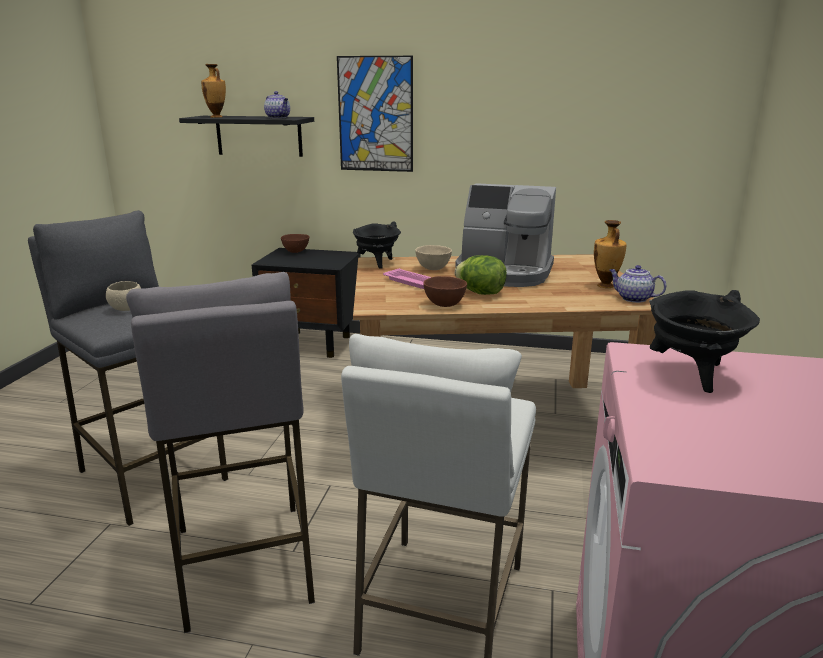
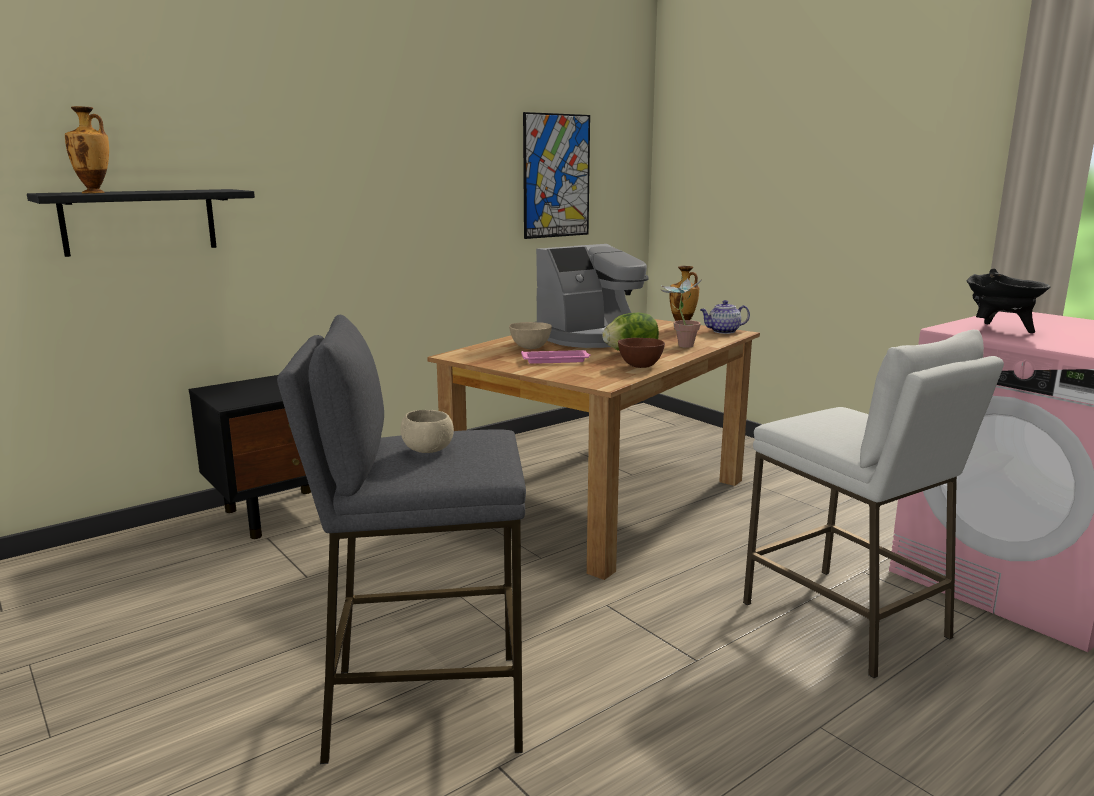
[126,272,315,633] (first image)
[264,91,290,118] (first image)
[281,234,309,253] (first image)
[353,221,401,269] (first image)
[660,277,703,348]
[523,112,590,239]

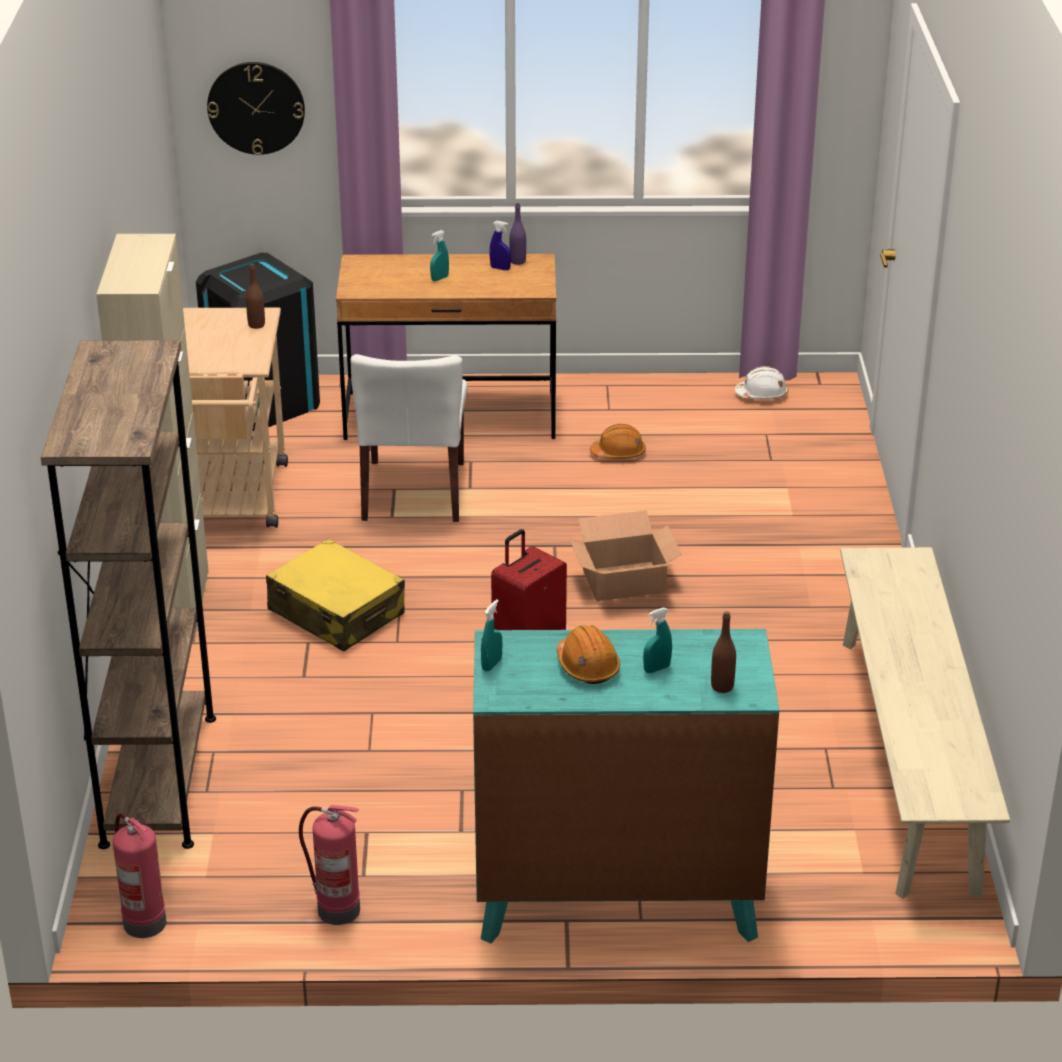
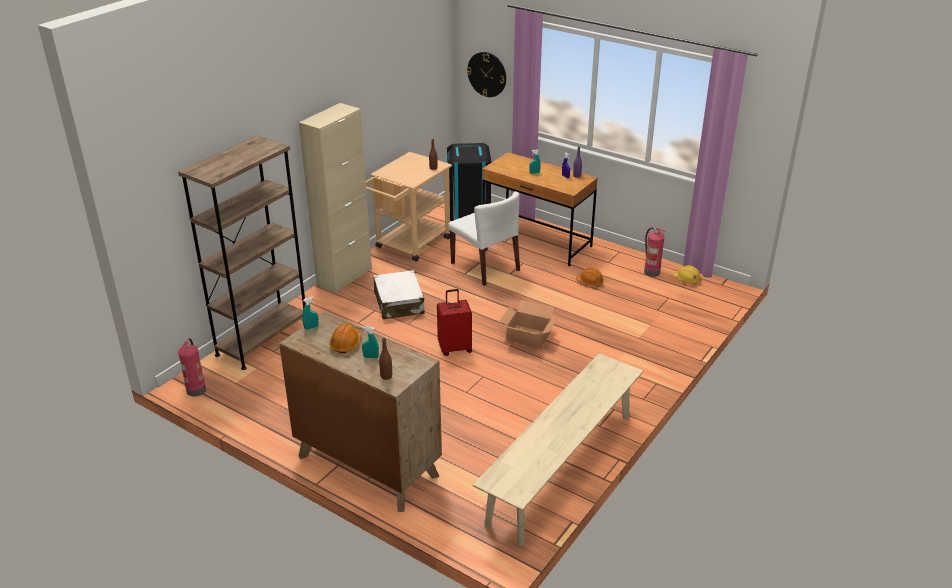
[644,227,665,277]
[373,270,424,319]
[279,312,442,512]
[673,265,702,284]
[448,191,520,286]

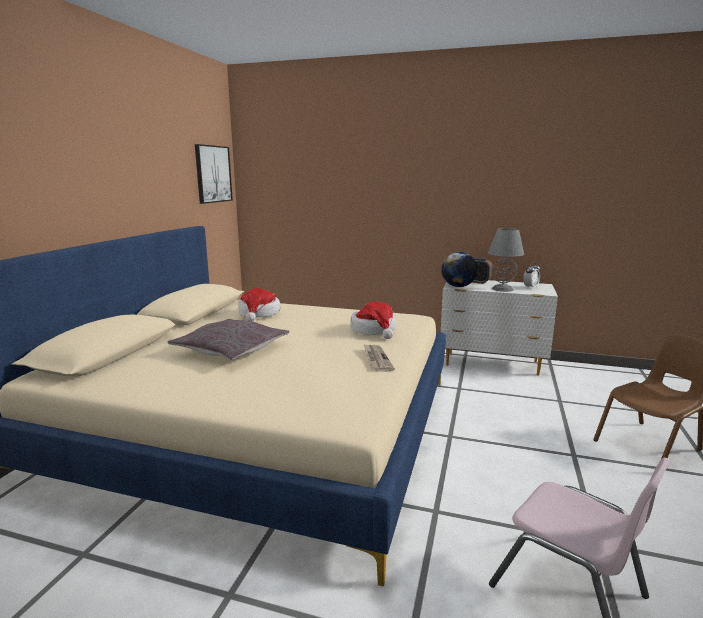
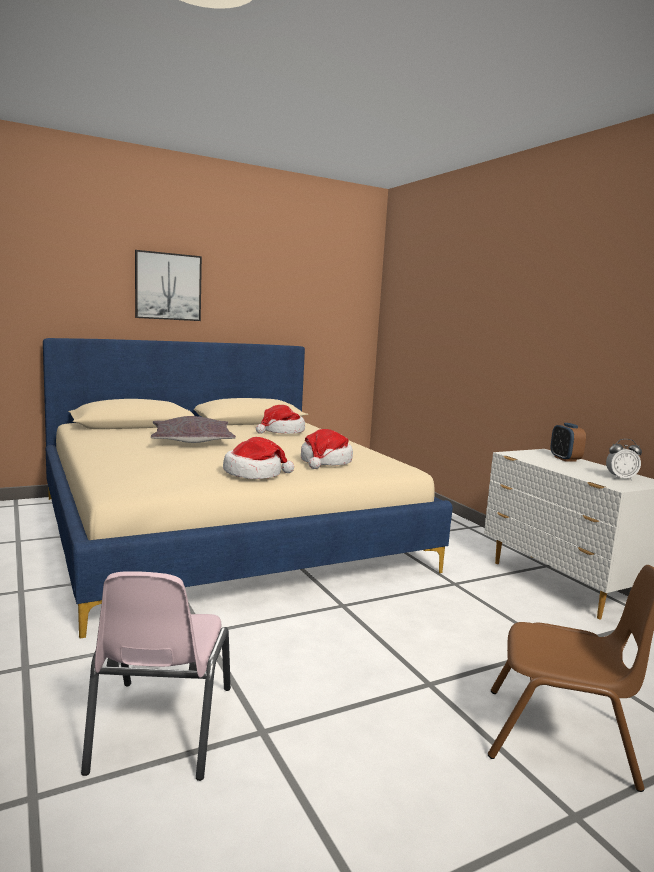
[442,252,478,287] (first image)
[488,228,524,292] (first image)
[135,250,202,321]
[223,437,294,479]

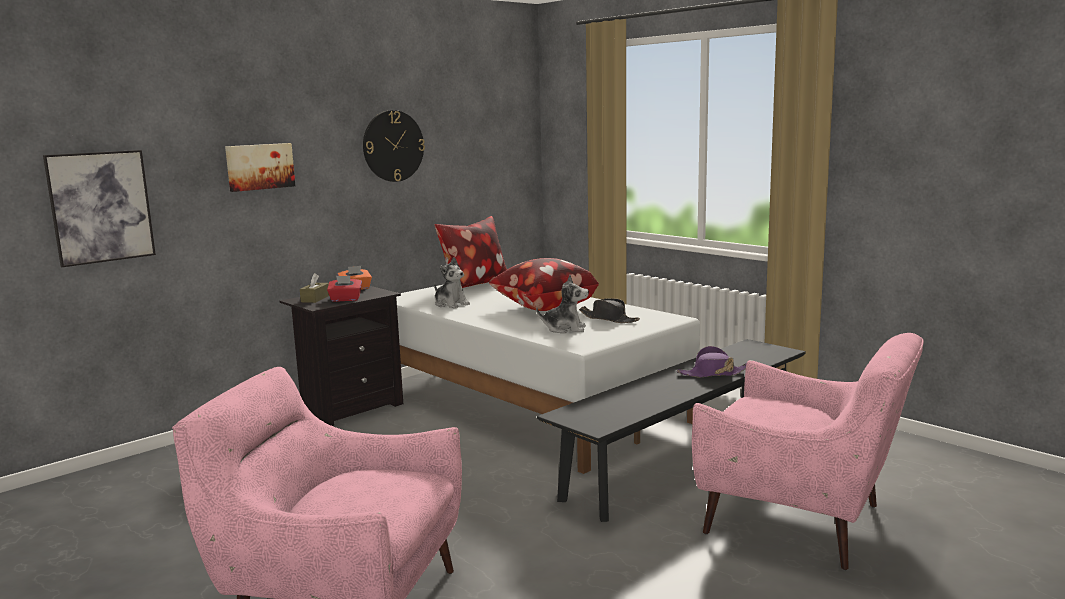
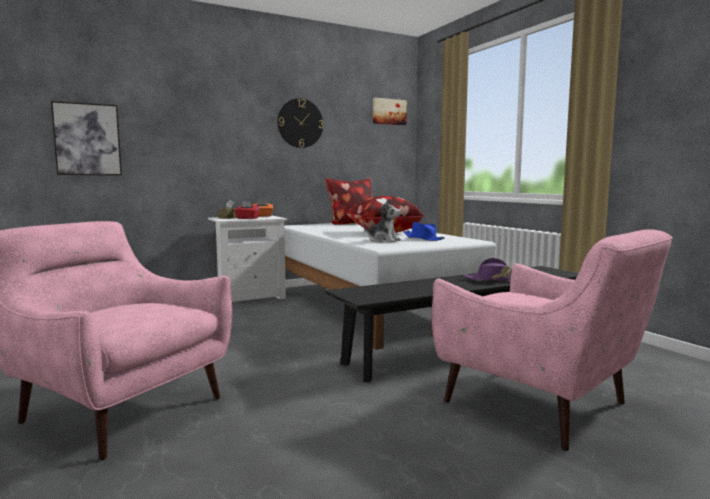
[434,257,470,308] (first image)
[373,98,407,125]
[208,216,287,302]
[404,222,445,241]

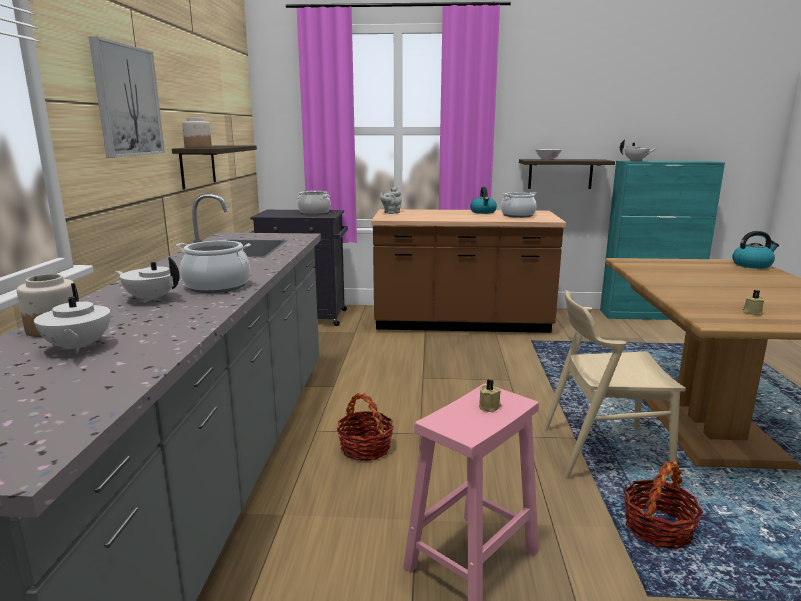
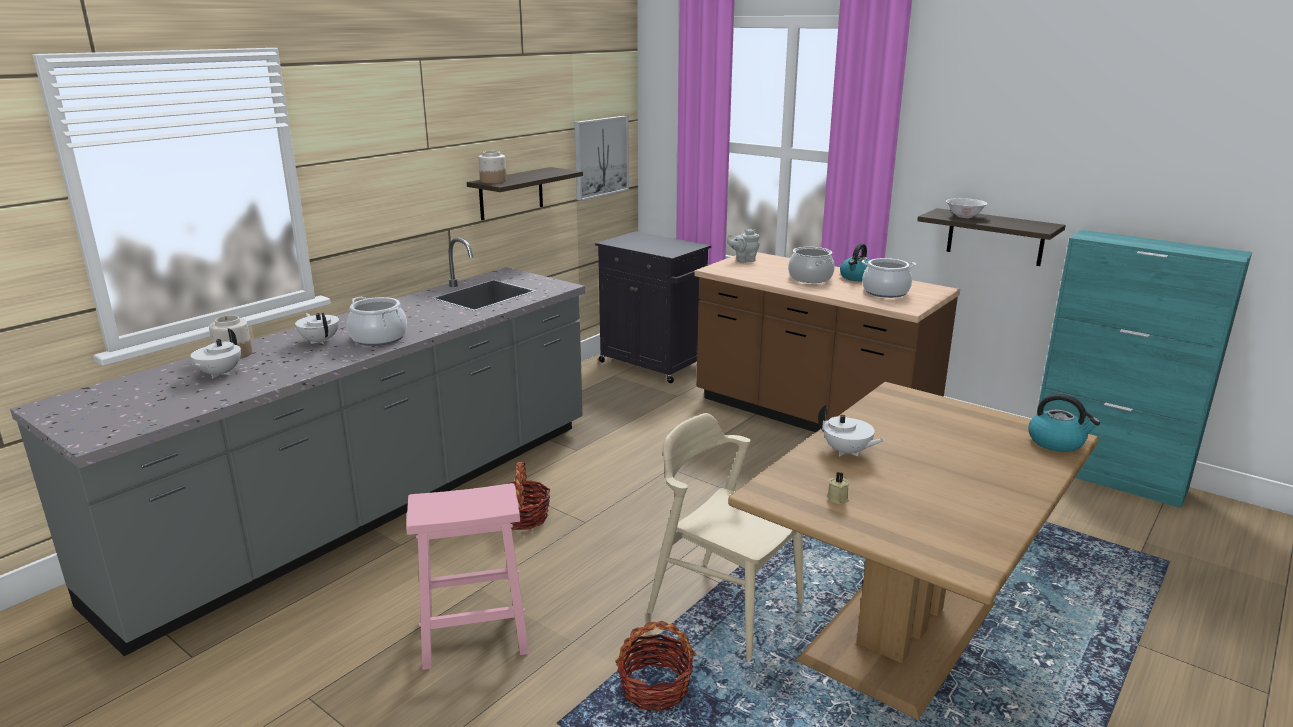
[479,380,501,412] (first image)
[574,116,629,201]
[788,247,835,283]
[818,404,885,457]

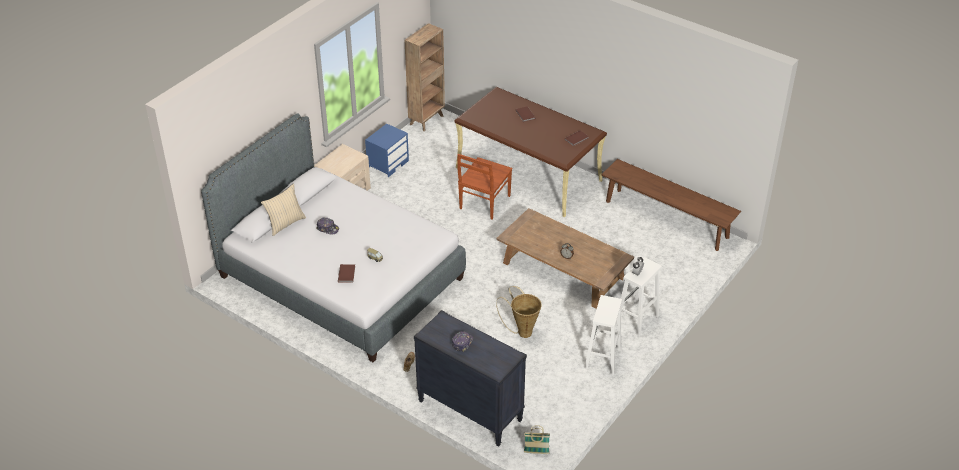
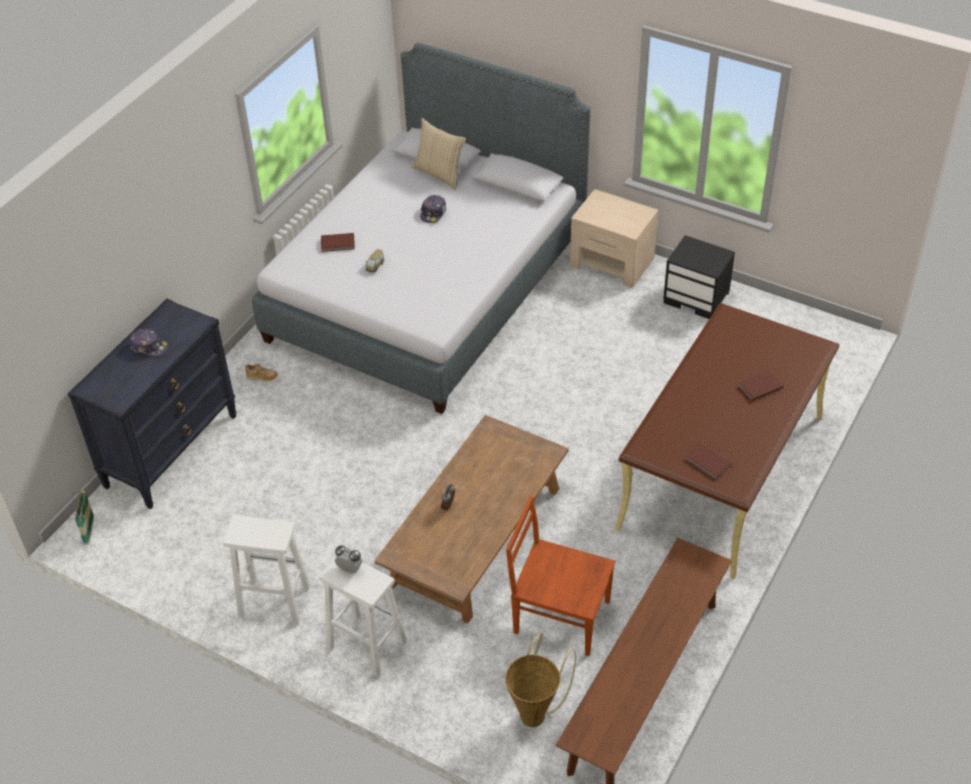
[404,23,445,131] (first image)
[506,496,615,656]
[505,633,576,727]
[663,235,735,319]

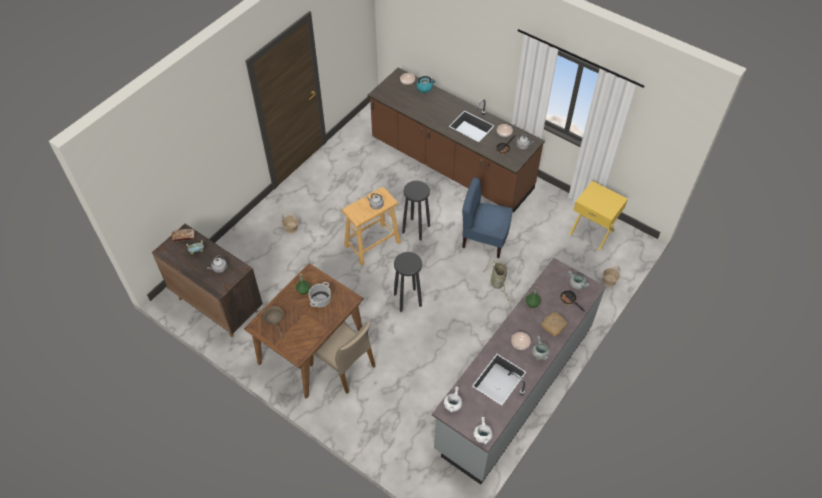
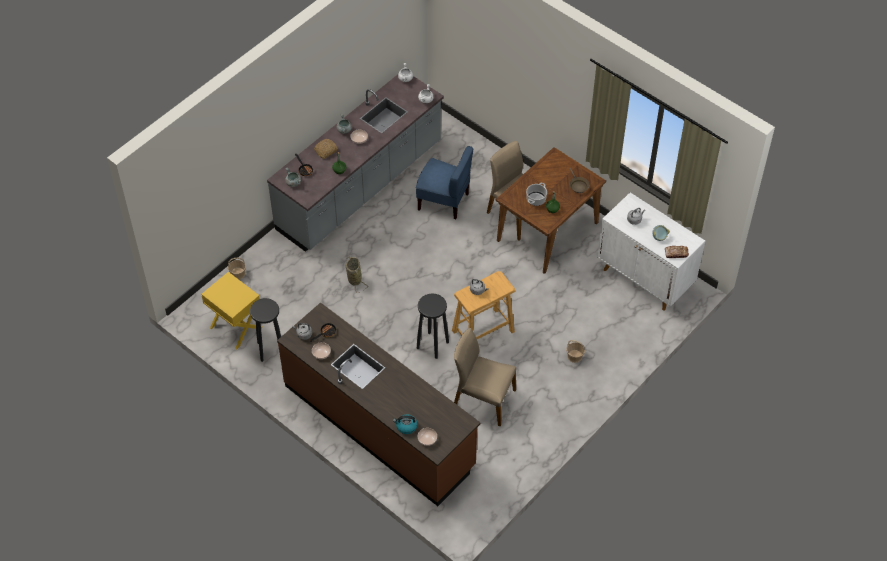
[454,328,516,426]
[250,298,281,362]
[416,146,473,219]
[597,193,705,311]

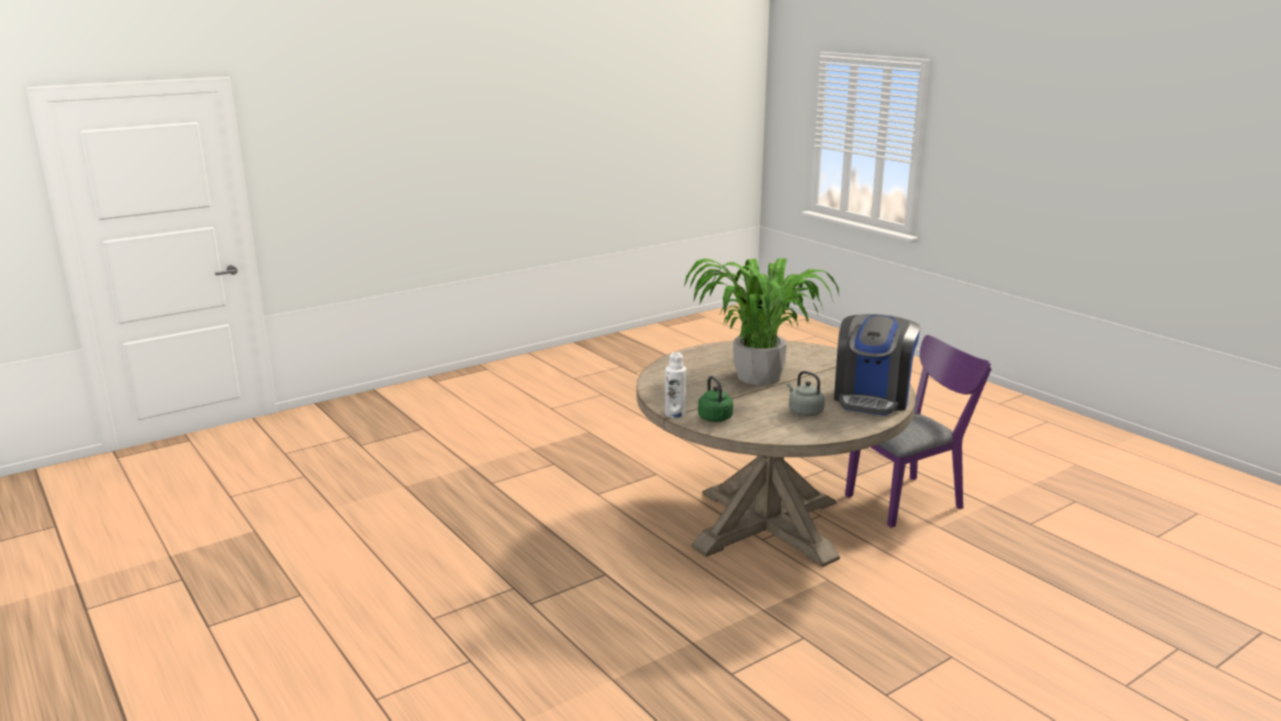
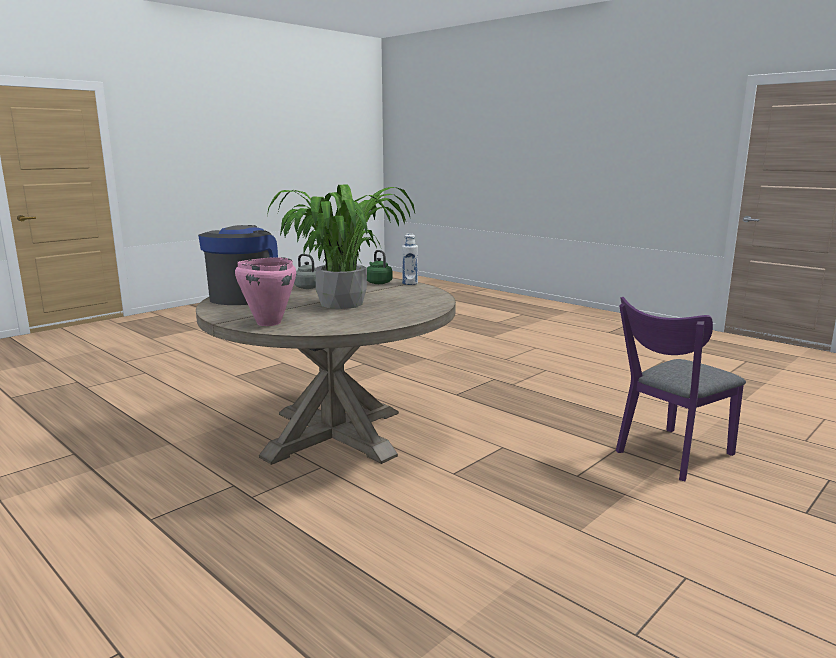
[235,257,296,326]
[616,297,746,481]

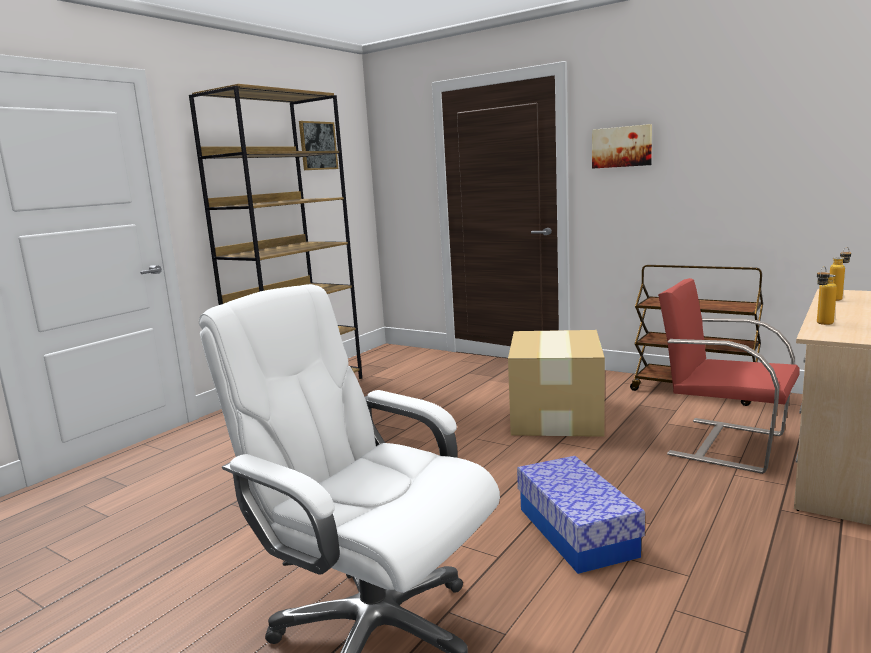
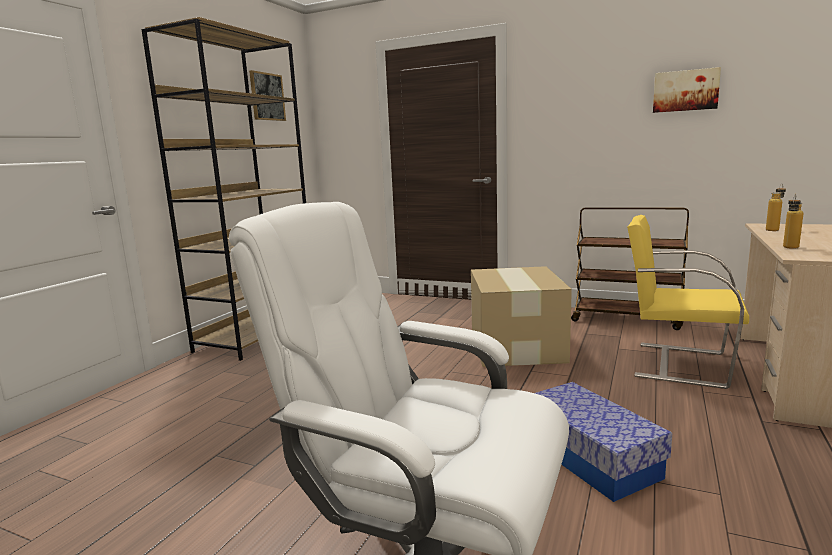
[653,67,721,113]
[627,215,749,389]

